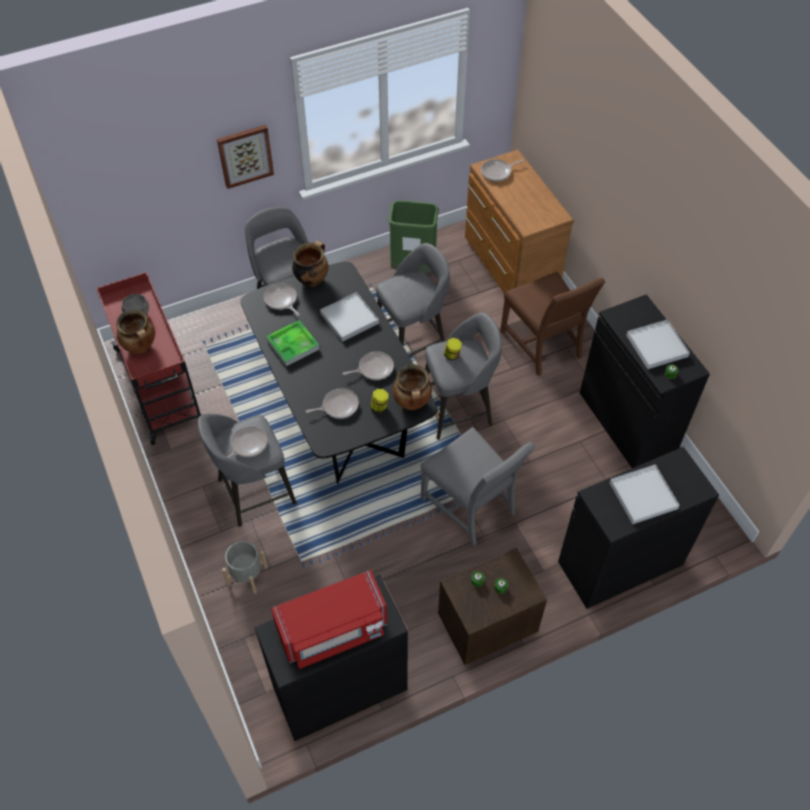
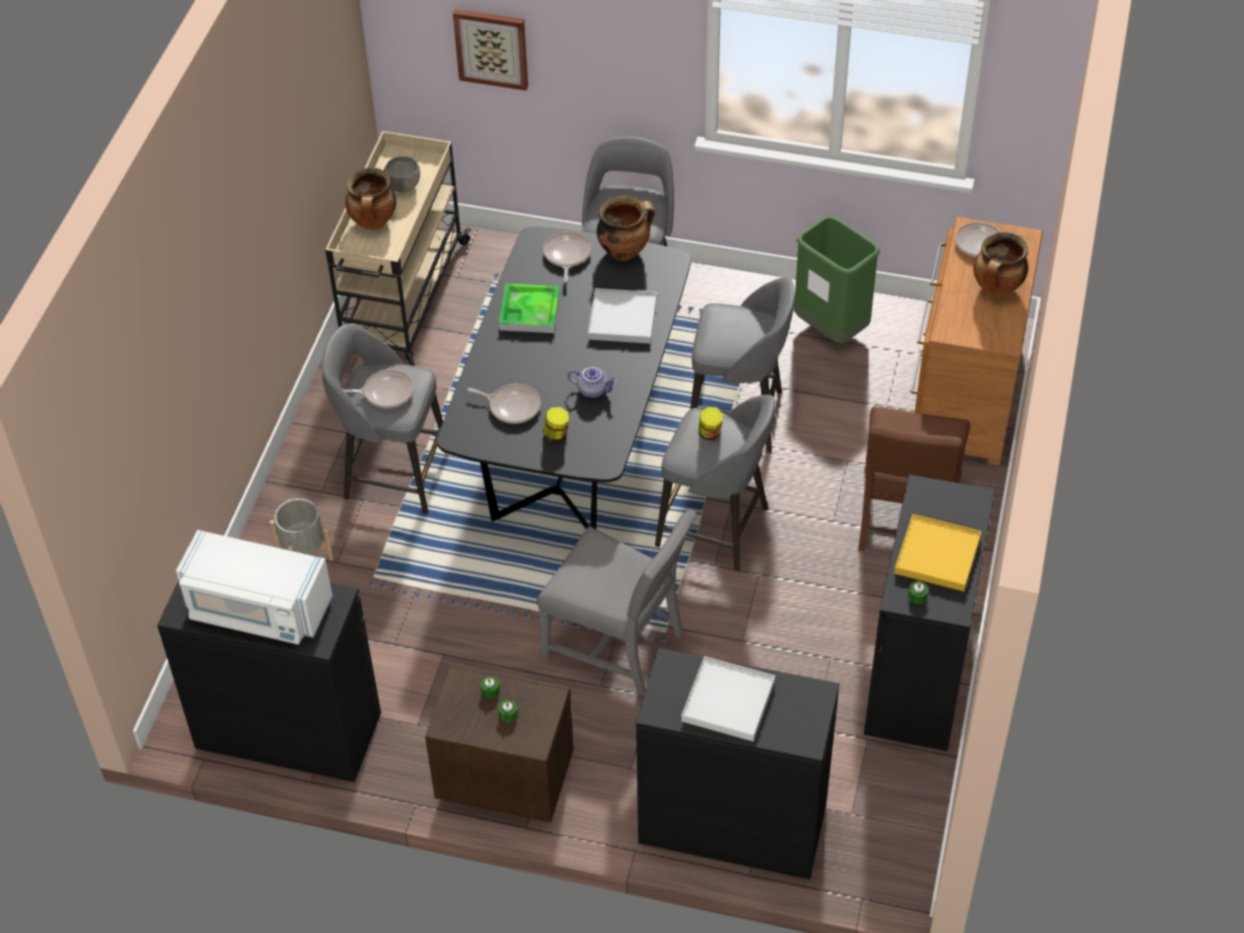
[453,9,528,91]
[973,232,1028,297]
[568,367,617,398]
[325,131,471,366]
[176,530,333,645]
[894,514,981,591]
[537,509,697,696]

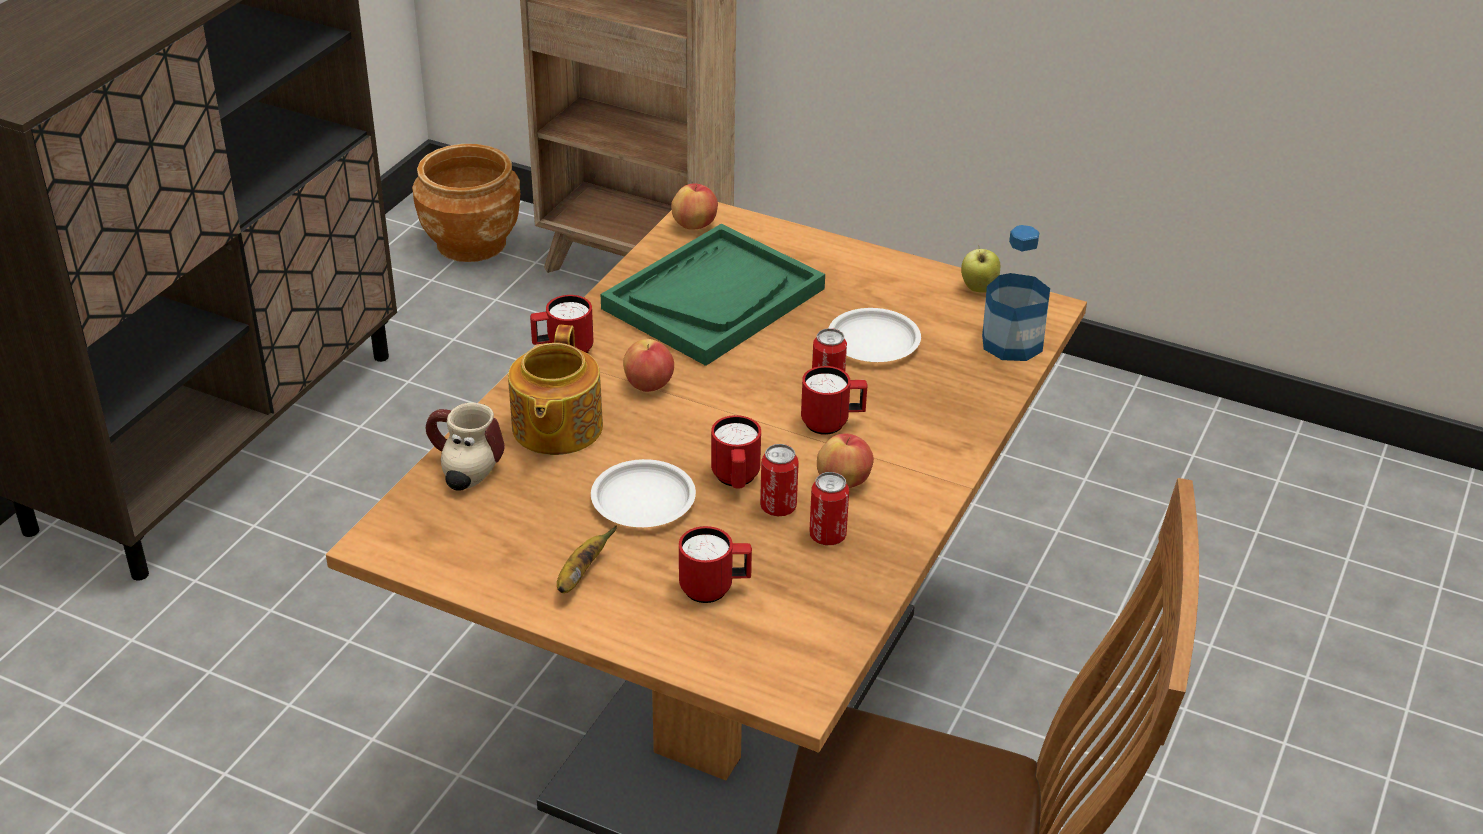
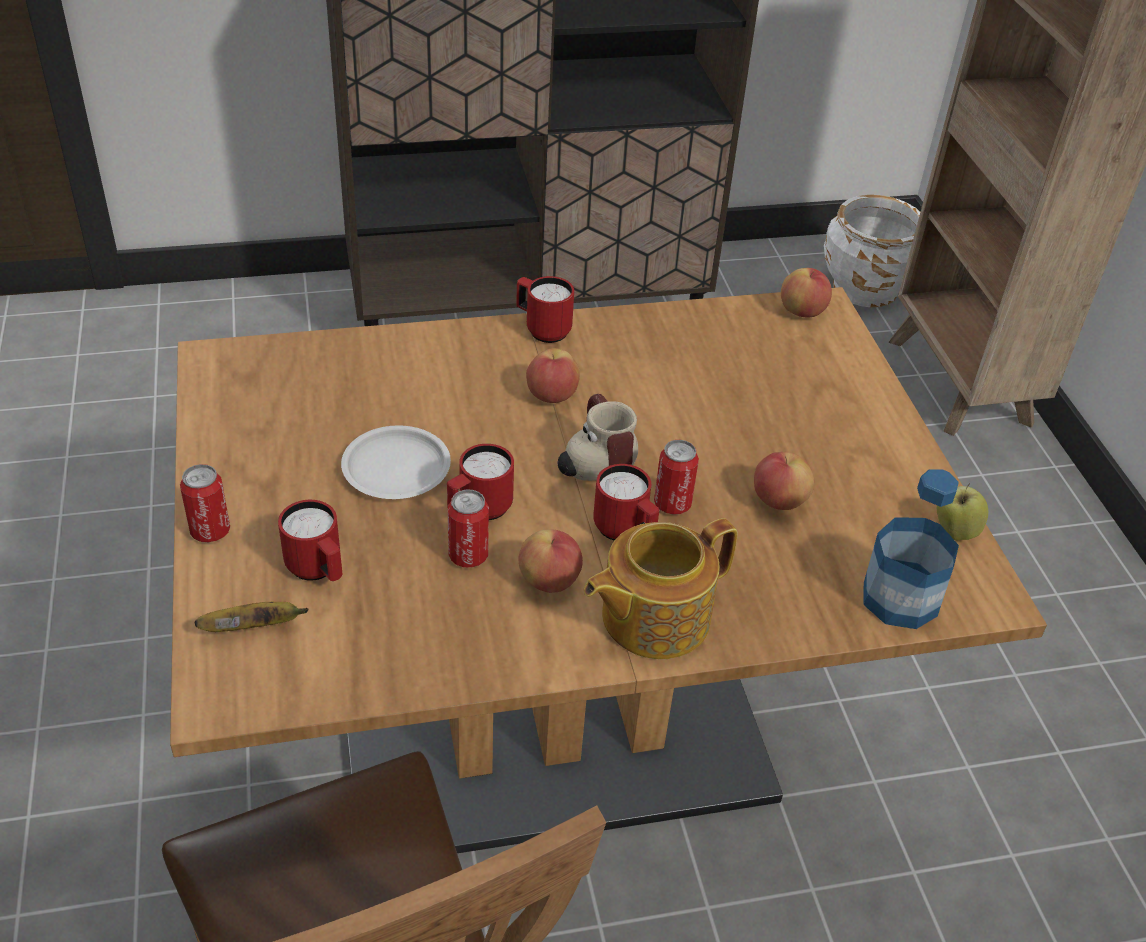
[600,224,825,366] (first image)
[558,394,638,481]
[584,518,738,659]
[195,602,309,632]
[180,464,230,542]
[754,452,814,510]
[824,195,920,307]

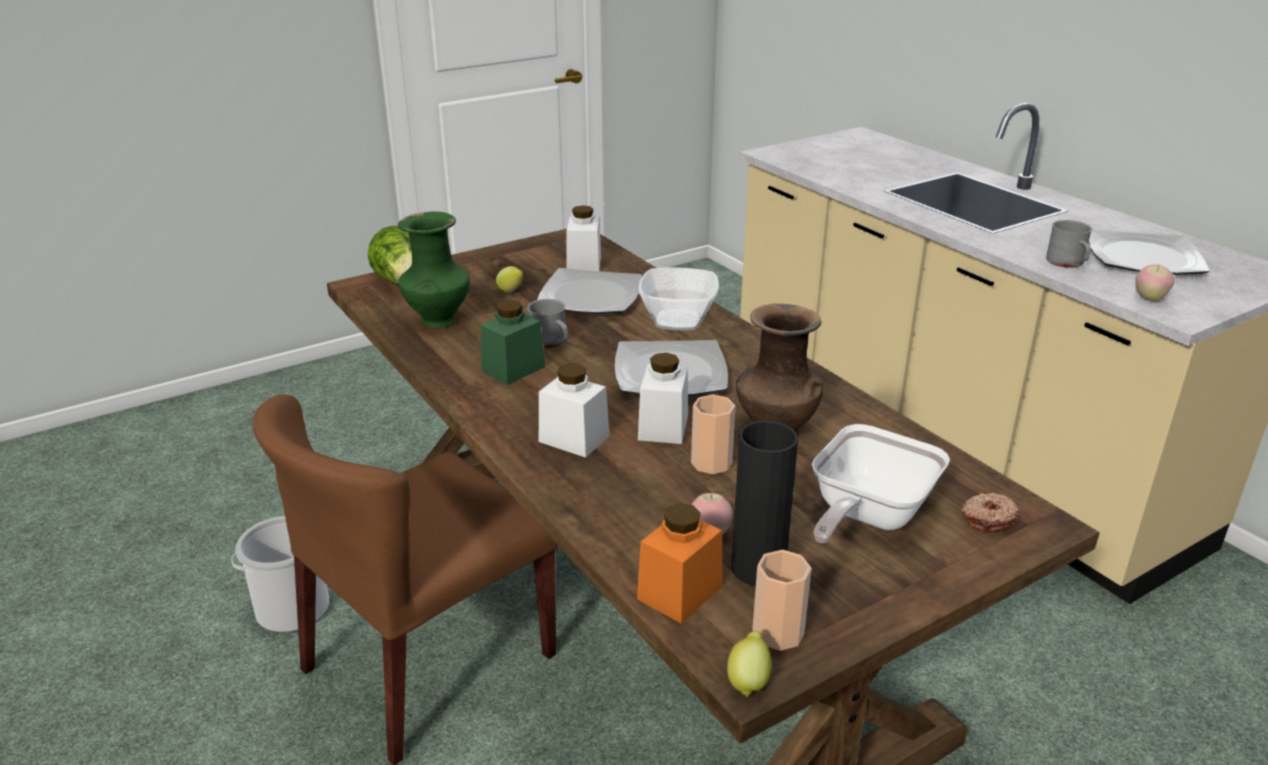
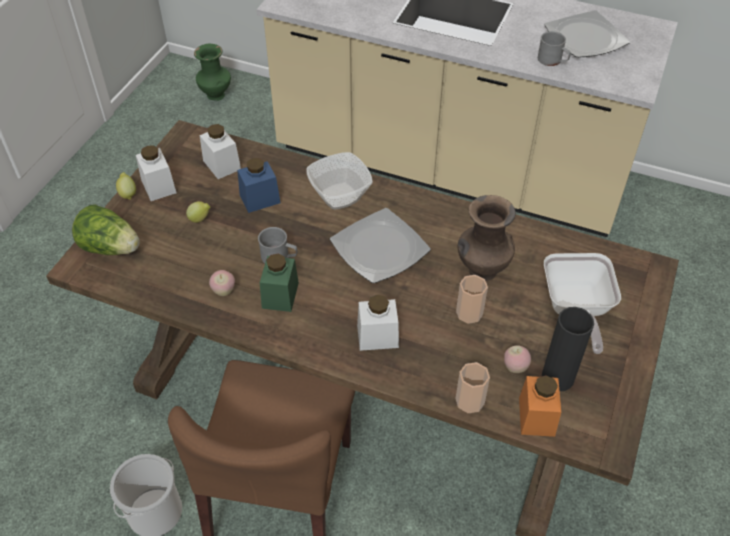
[962,493,1019,532] (first image)
[194,44,231,101]
[136,145,177,201]
[116,172,136,200]
[456,362,490,413]
[209,270,235,296]
[237,158,281,213]

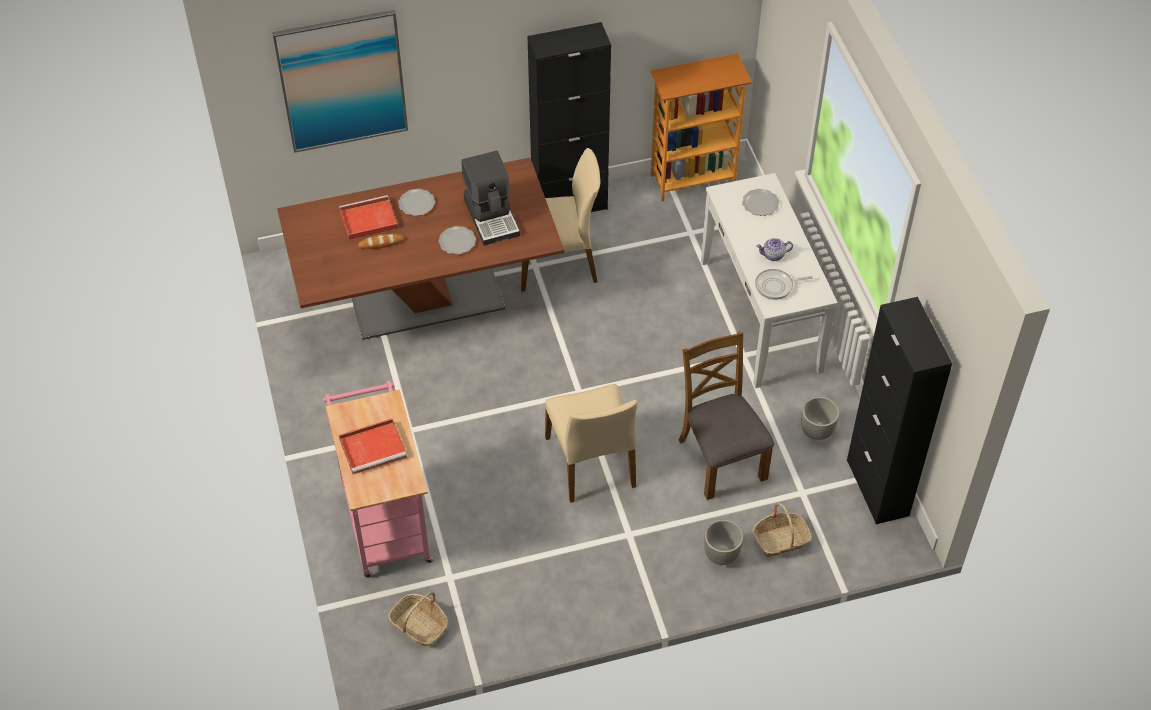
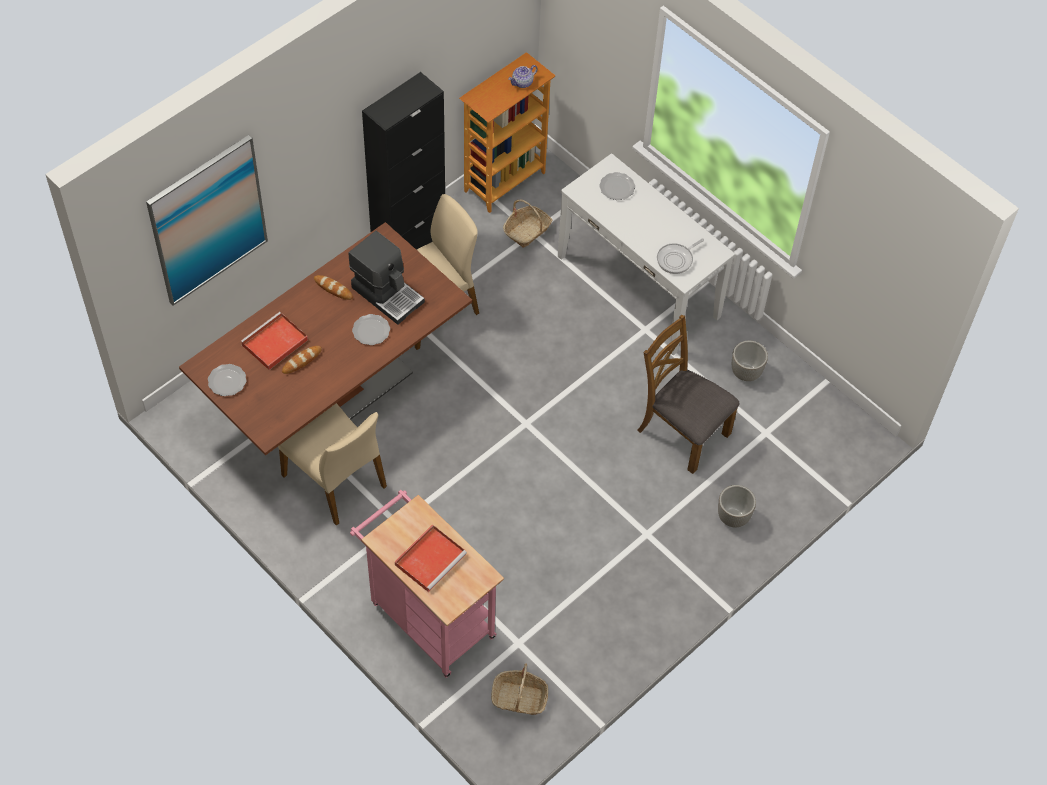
[847,297,952,524] (first image)
[314,275,353,300]
[208,364,247,396]
[278,403,387,526]
[503,199,552,248]
[508,65,538,88]

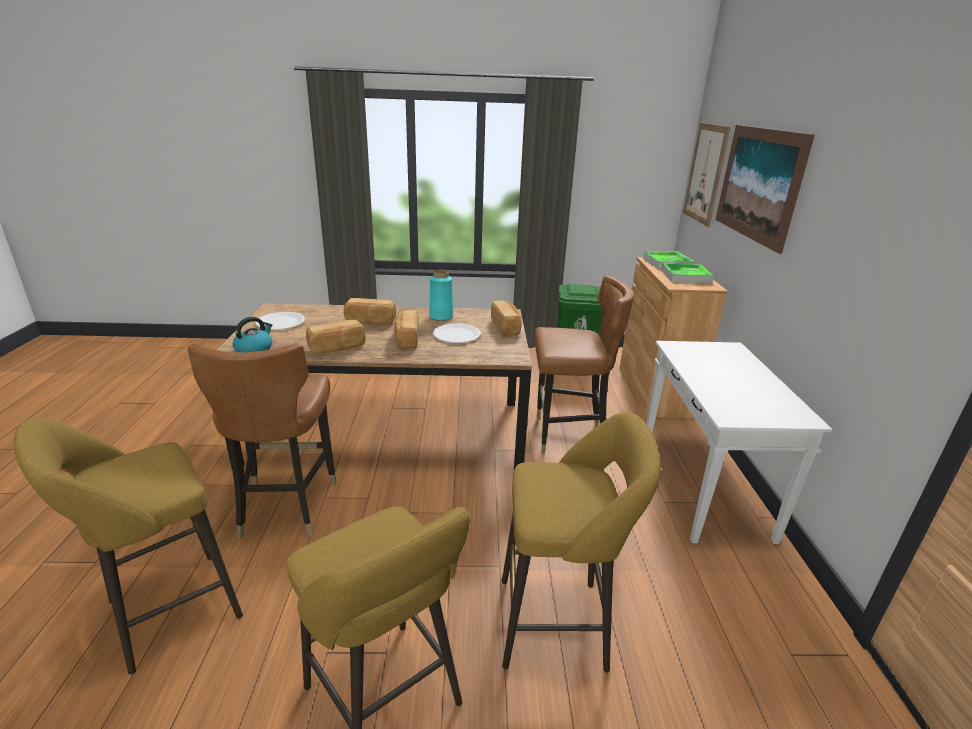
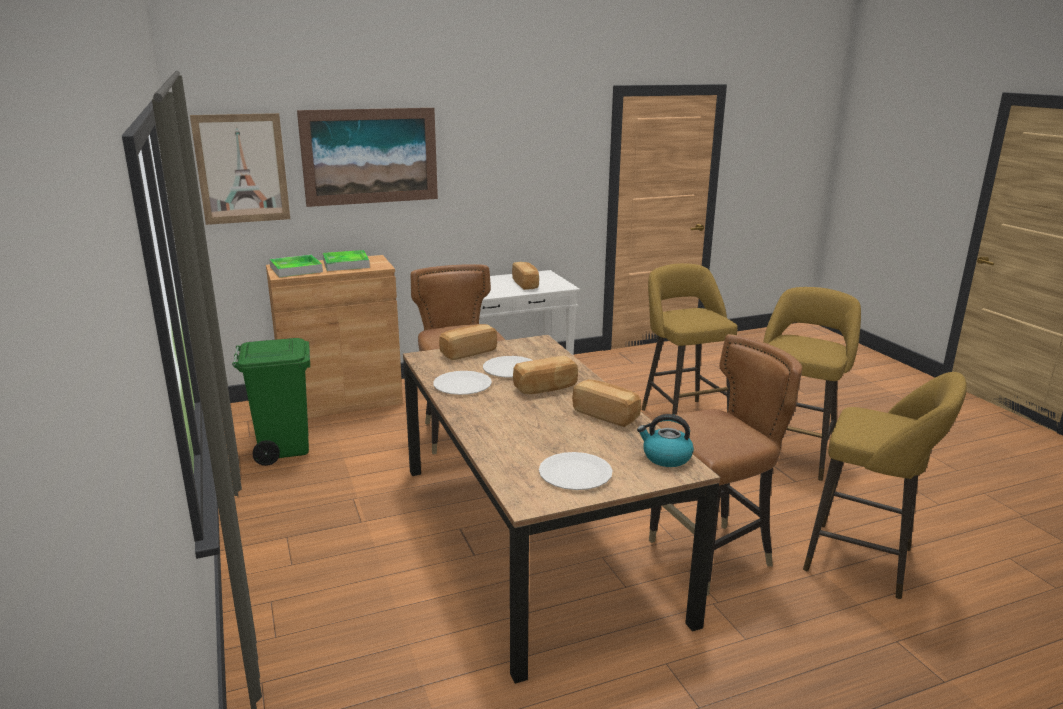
[512,262,539,290]
[433,371,492,395]

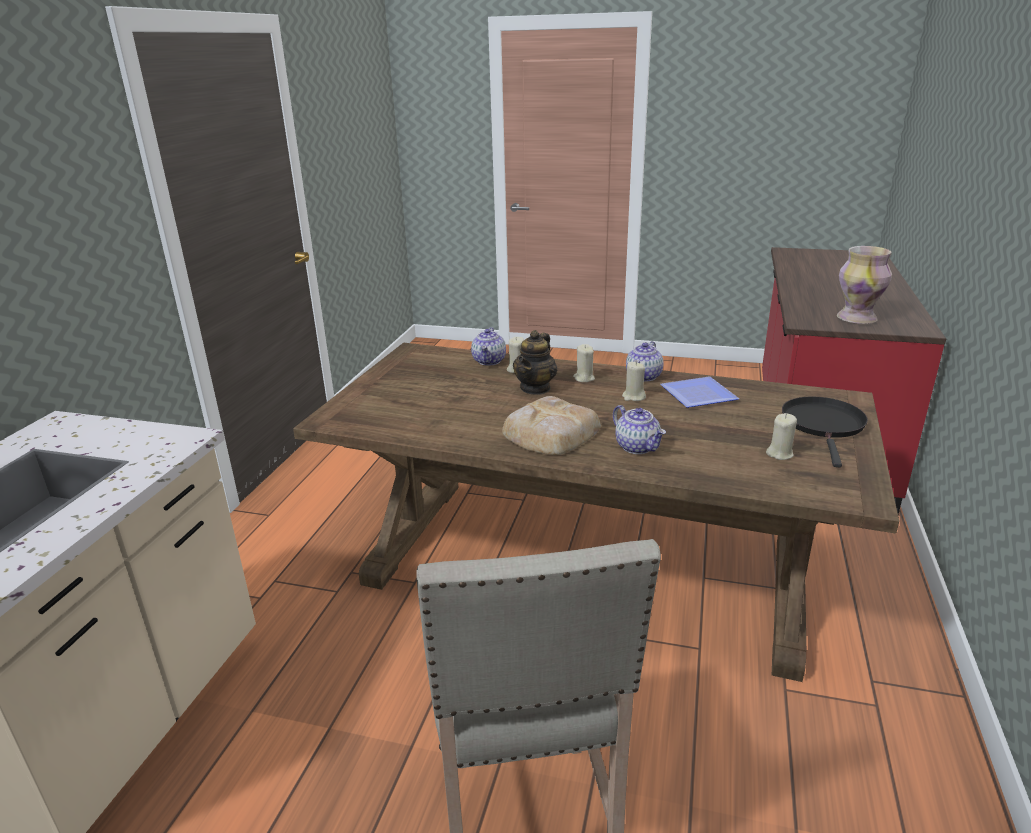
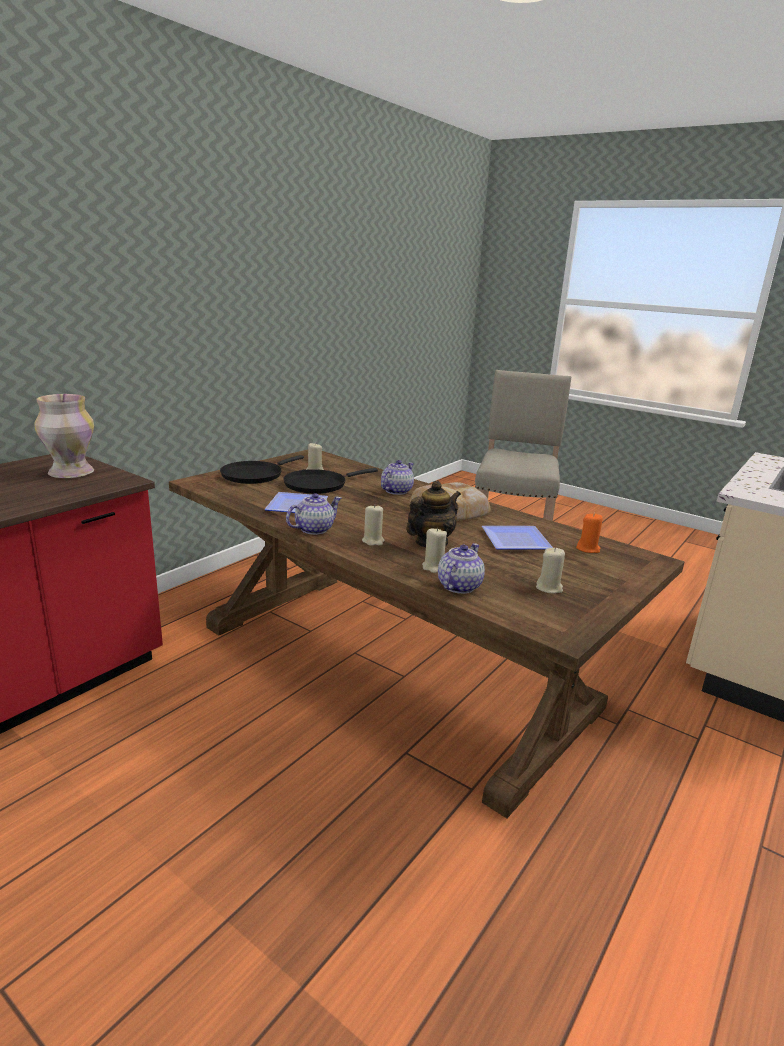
[283,468,378,494]
[482,526,553,549]
[576,513,603,553]
[536,547,565,593]
[381,460,414,495]

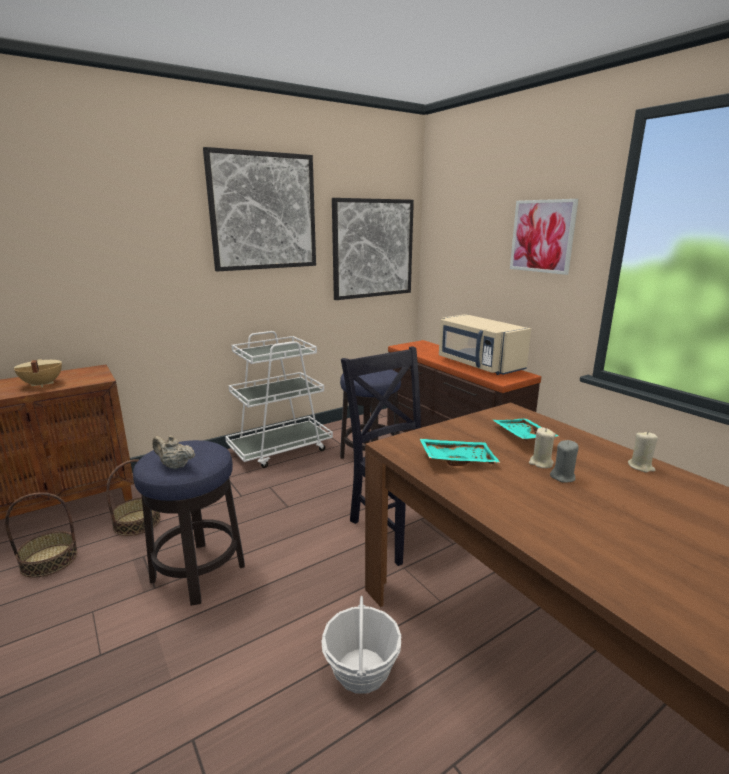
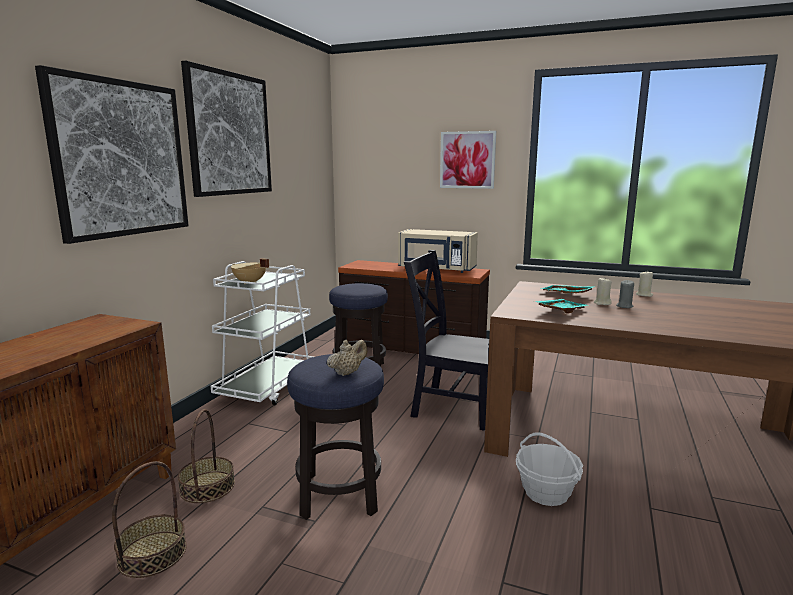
[231,258,269,284]
[35,65,189,244]
[327,340,367,376]

